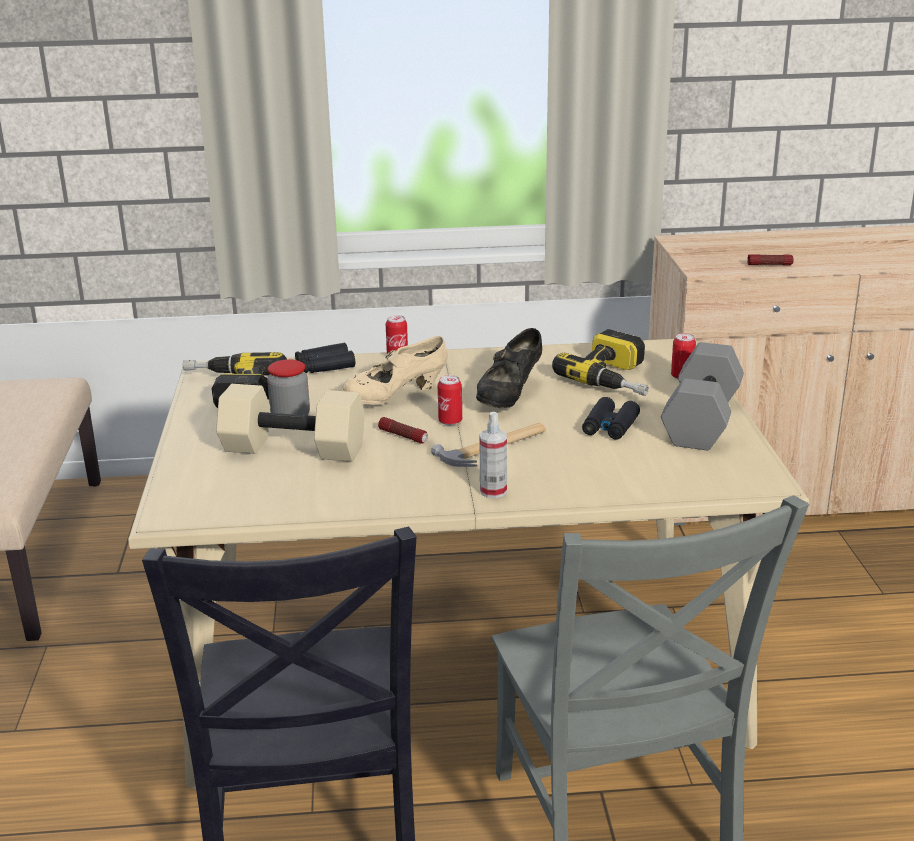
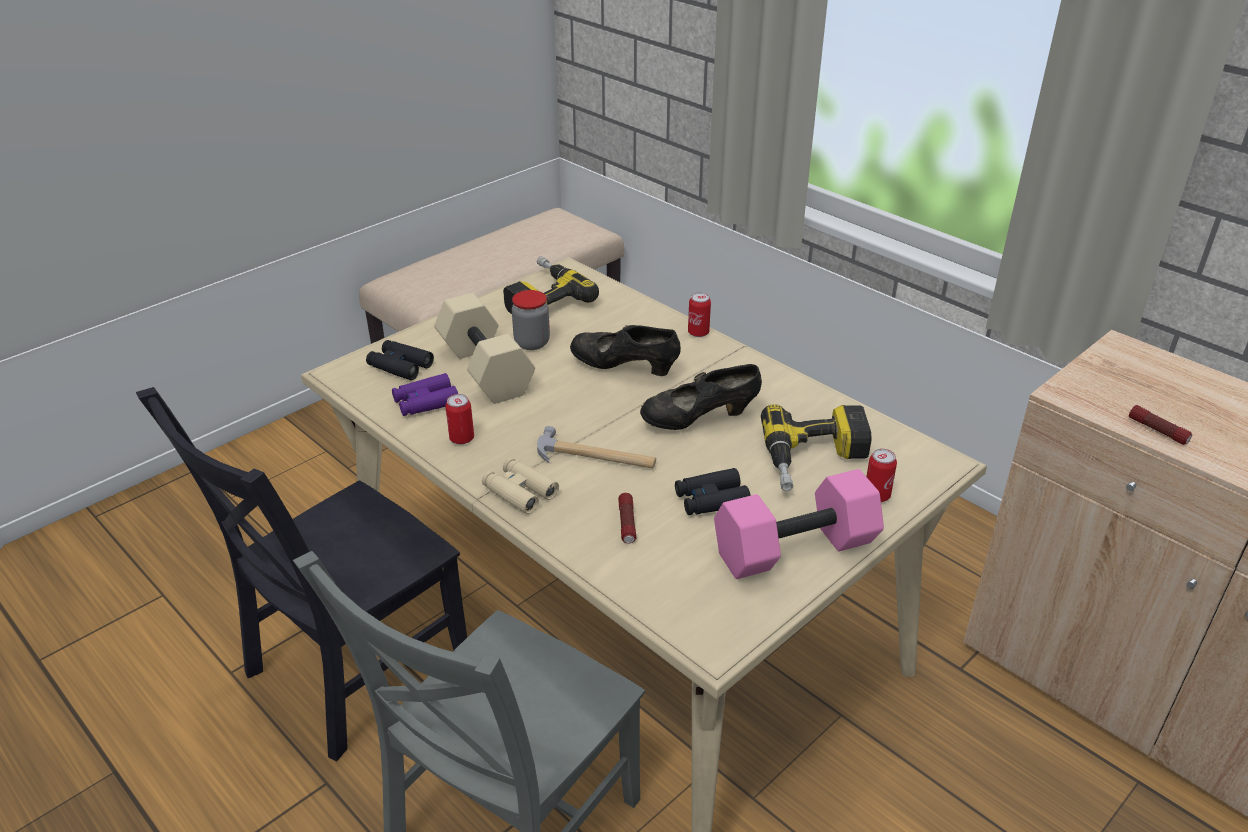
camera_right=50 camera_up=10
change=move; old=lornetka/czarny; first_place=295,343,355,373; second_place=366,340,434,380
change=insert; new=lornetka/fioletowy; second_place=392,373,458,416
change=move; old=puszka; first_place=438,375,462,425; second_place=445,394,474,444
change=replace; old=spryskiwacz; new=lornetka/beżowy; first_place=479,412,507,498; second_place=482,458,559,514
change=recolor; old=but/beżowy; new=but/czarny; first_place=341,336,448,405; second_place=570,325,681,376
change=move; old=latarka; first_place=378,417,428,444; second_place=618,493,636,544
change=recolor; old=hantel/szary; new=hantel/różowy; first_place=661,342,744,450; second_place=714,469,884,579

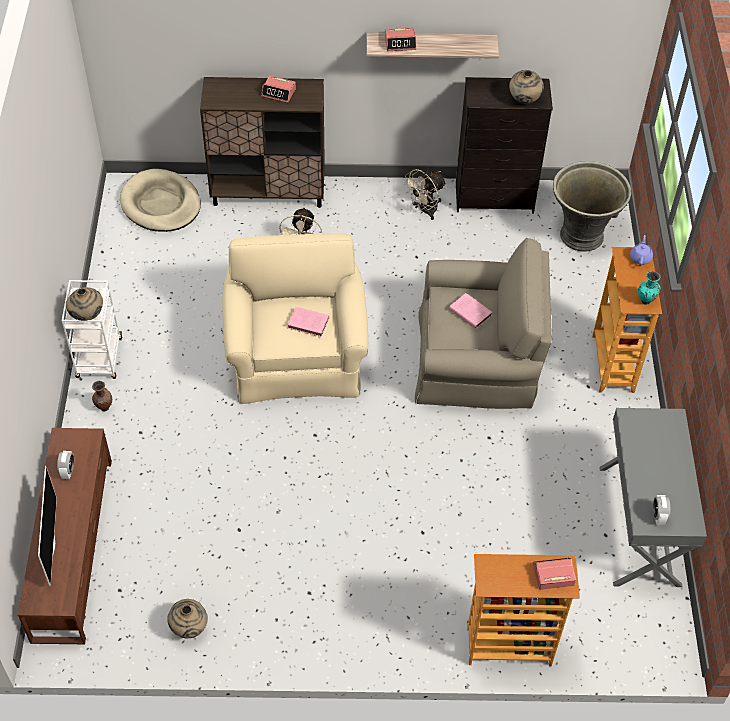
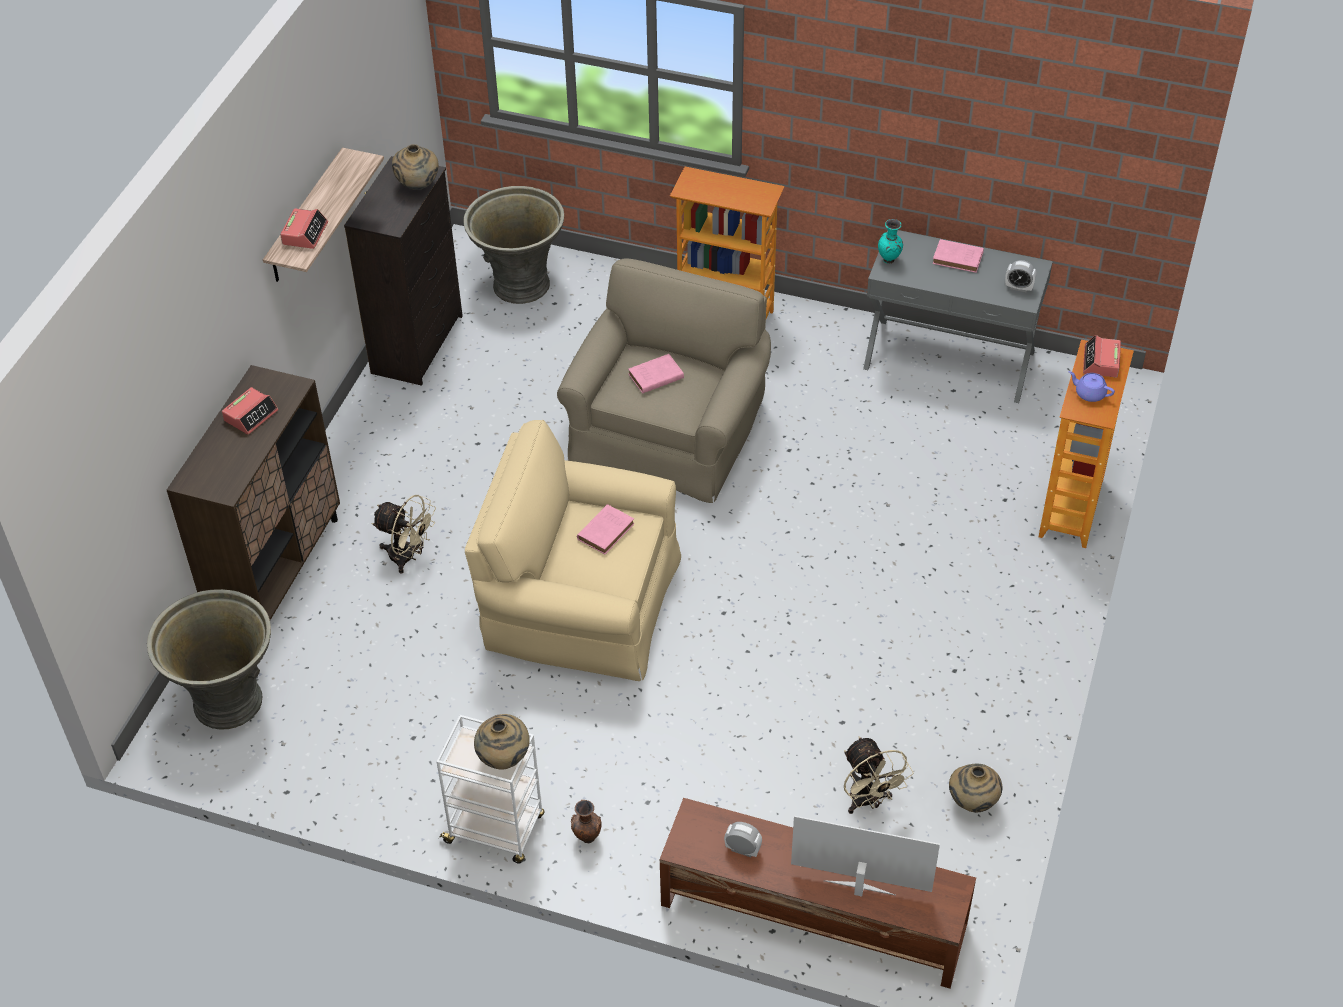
camera_right=-70 camera_up=-5
change=replace; old=legowisko/beżowy; new=donica/szary; first_place=120,169,201,232; second_place=147,589,271,729
change=move; old=wentylator/beżowy; first_place=403,169,447,220; second_place=844,736,914,814
change=move; old=wazon/turkusowy; first_place=638,271,660,305; second_place=878,219,903,264
change=insert; new=książka/różowy; second_place=932,239,984,273
change=move; old=imbryk/fioletowy; first_place=630,235,653,266; second_place=1069,371,1115,402

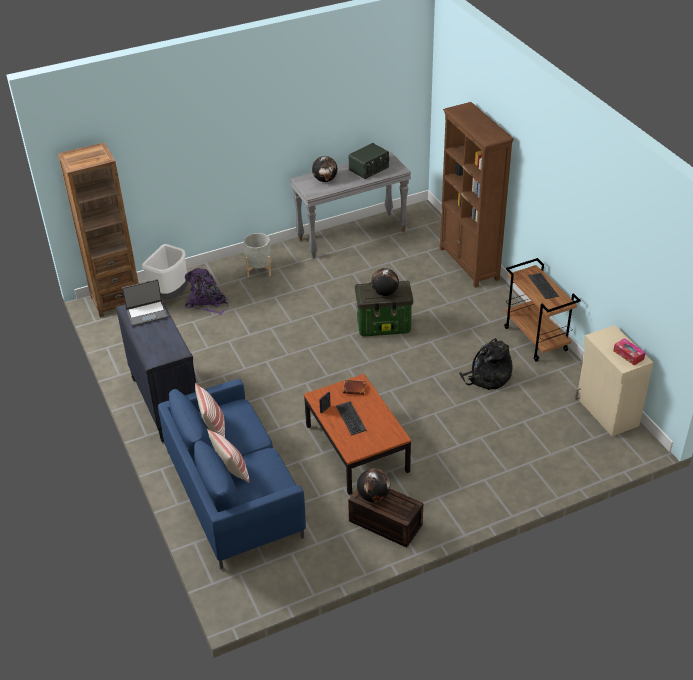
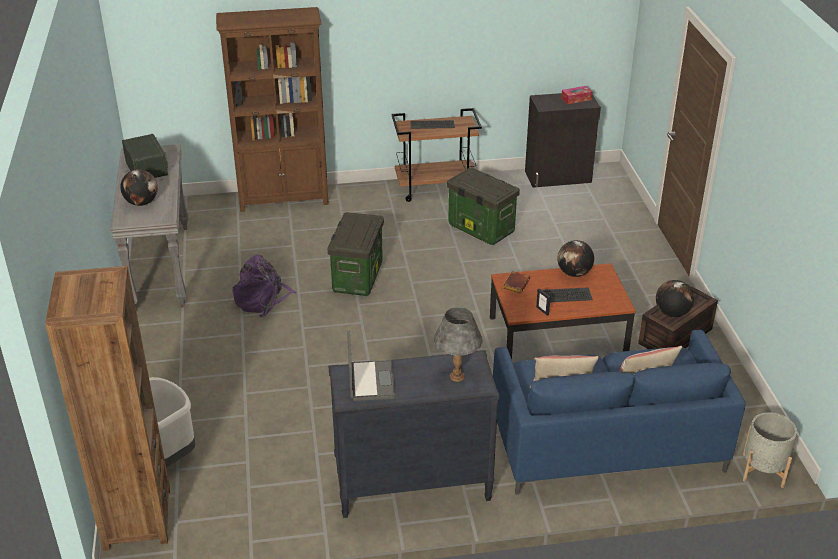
camera_right=-75 camera_up=-5
change=move; old=plecak/fioletowy; first_place=185,268,228,315; second_place=232,254,296,317
change=insert; new=lampa stołowa/szary; second_place=434,307,483,382
change=replace; old=plecak/czarny; new=pojemnik do przechowywania; first_place=459,338,513,390; second_place=447,168,520,245
change=recolor; old=szafka/beżowy; new=szafka/czarny; first_place=575,325,654,436; second_place=525,93,601,188
change=move; old=globus; first_place=371,268,399,296; second_place=557,240,594,277
change=move; old=donica/szary; first_place=244,233,271,277; second_place=743,412,797,488

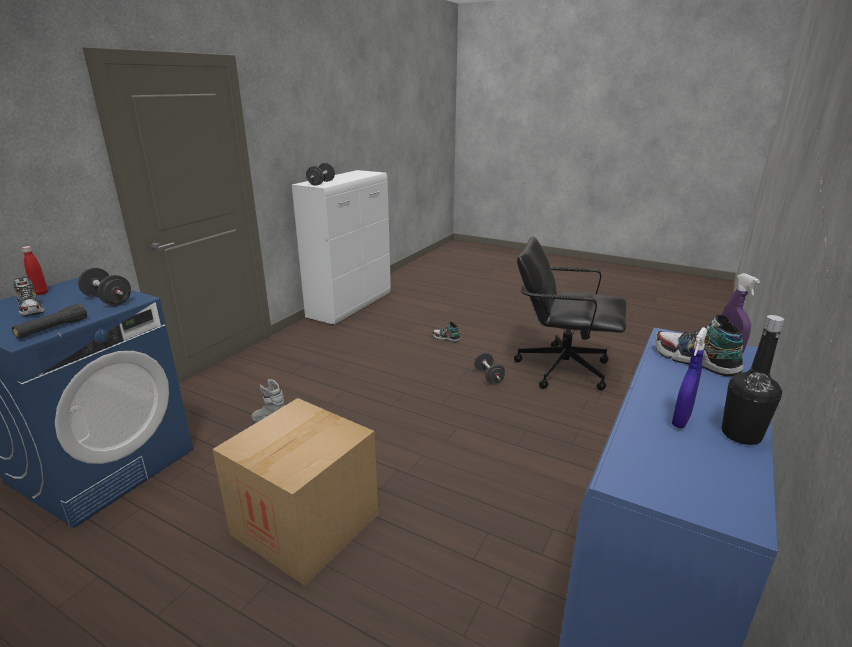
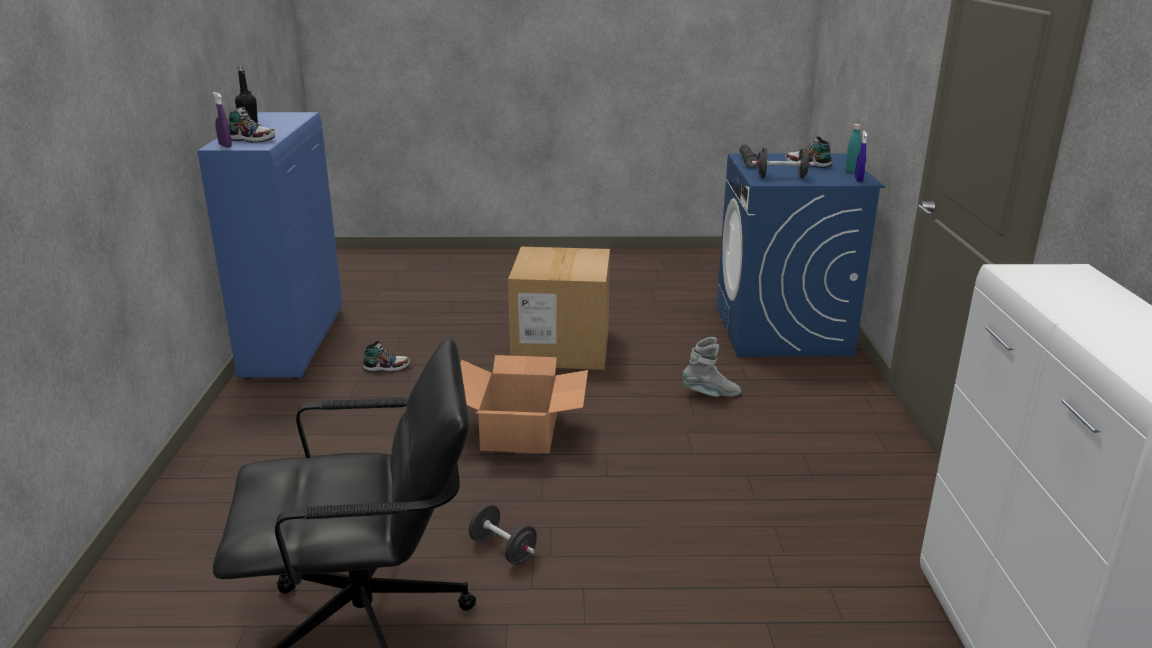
camera_right=150 camera_up=0
change=move; old=but; first_place=432,322,460,342; second_place=363,341,410,372
change=insert; new=karton; second_place=460,355,588,454
change=recolor; old=butelka/czerwony; new=butelka/turkusowy; first_place=22,246,48,295; second_place=845,124,861,173
change=move; old=spryskiwacz/niebieski; first_place=672,327,708,428; second_place=855,131,867,182
change=delete; old=hantel/czarny; first_place=306,163,335,186

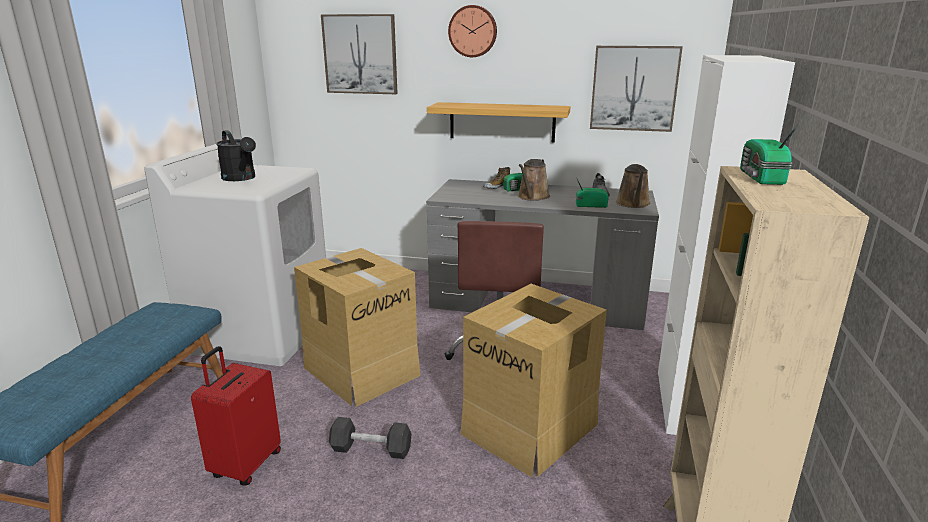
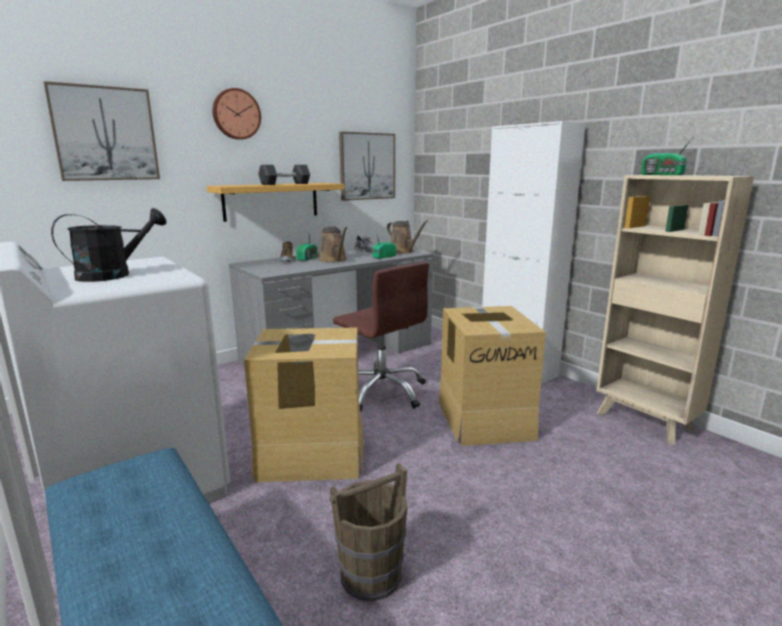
camera_right=-50 camera_up=-5
change=rotate; old=konewka/czarny; first_place=216,130,256,181; second_place=51,208,166,282; degrees=-45
change=move; old=hantel/czarny; first_place=329,417,412,459; second_place=258,165,310,185
change=replace; old=walizka/czerwony; new=wiadro/brązowy; first_place=191,346,281,486; second_place=329,463,408,602

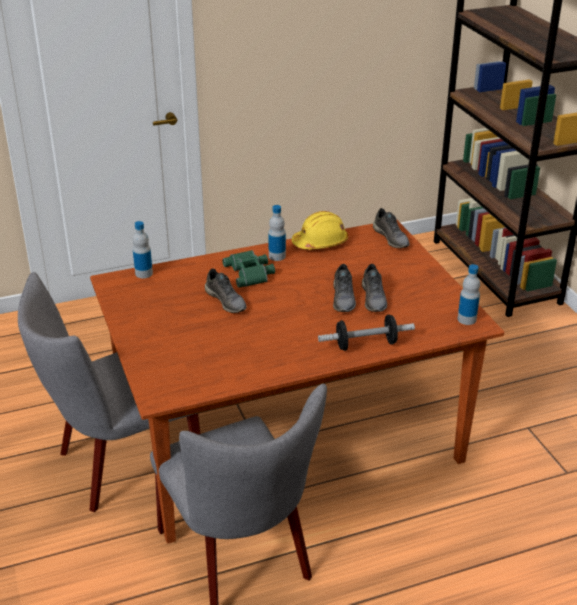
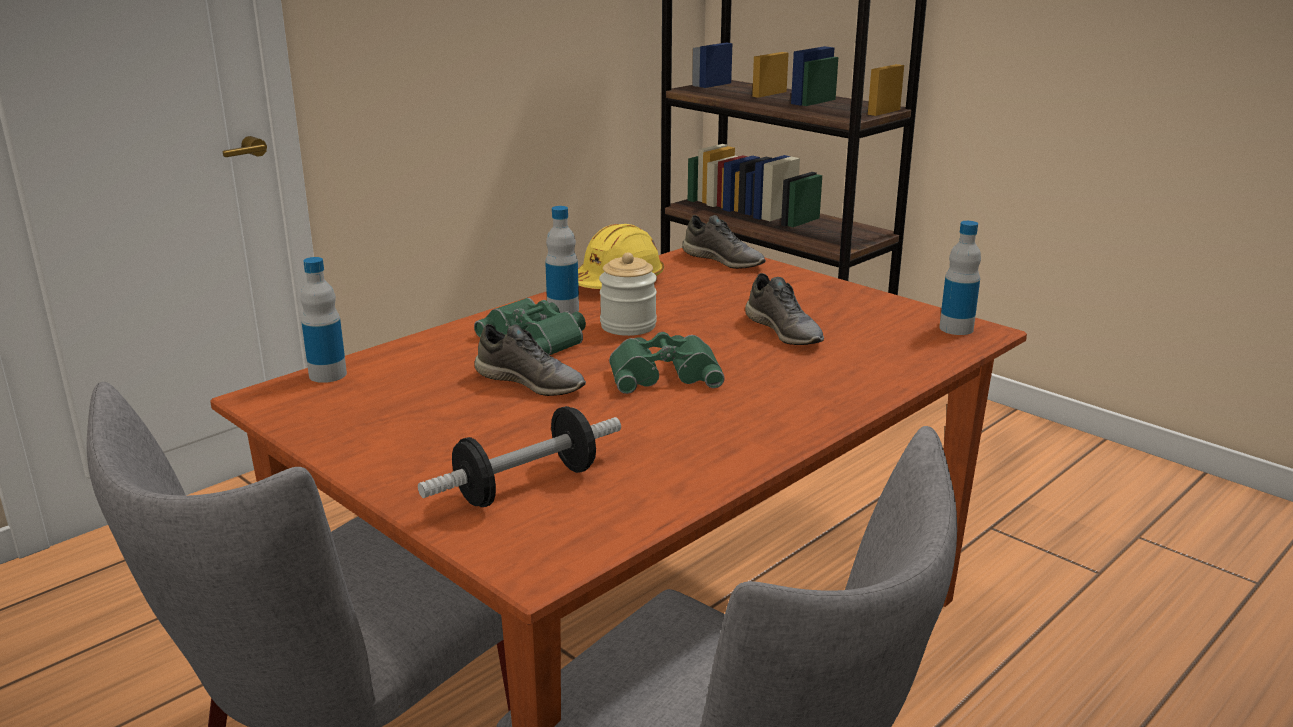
camera_right=-25 camera_up=-10
change=move; old=hantel; first_place=318,314,415,351; second_place=418,406,621,507
change=insert; new=słoik; second_place=599,252,657,336
change=insert; new=lornetka/zielony; second_place=609,332,725,394
change=delete; old=but/szary; first_place=333,264,356,312

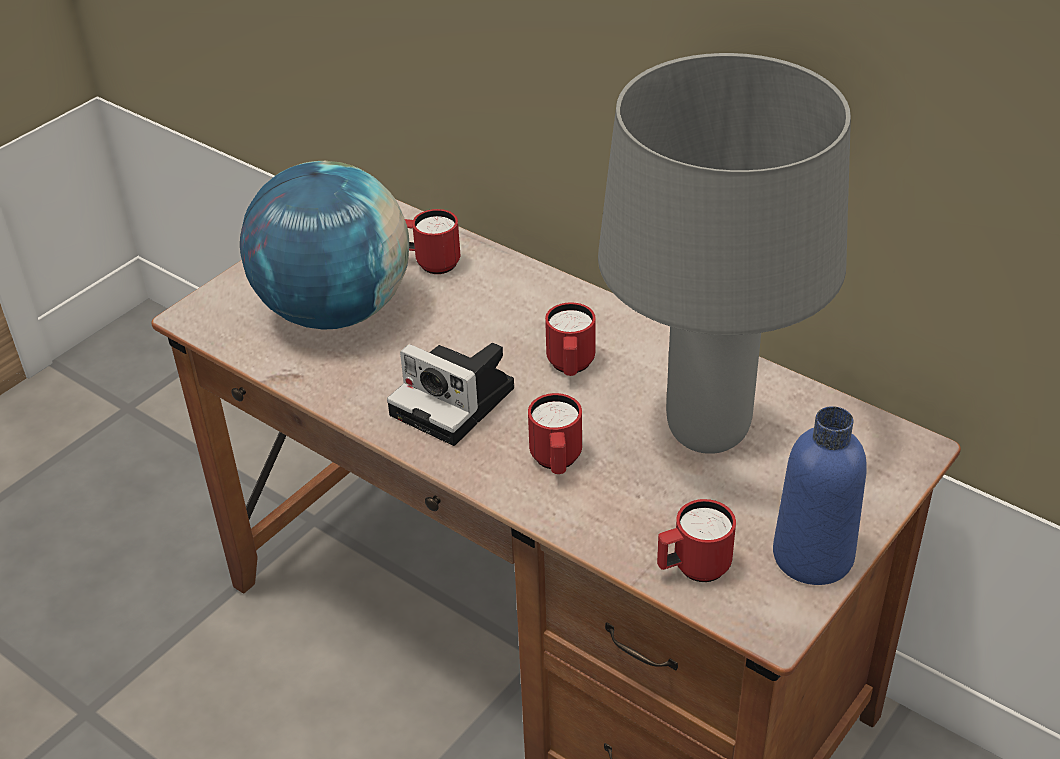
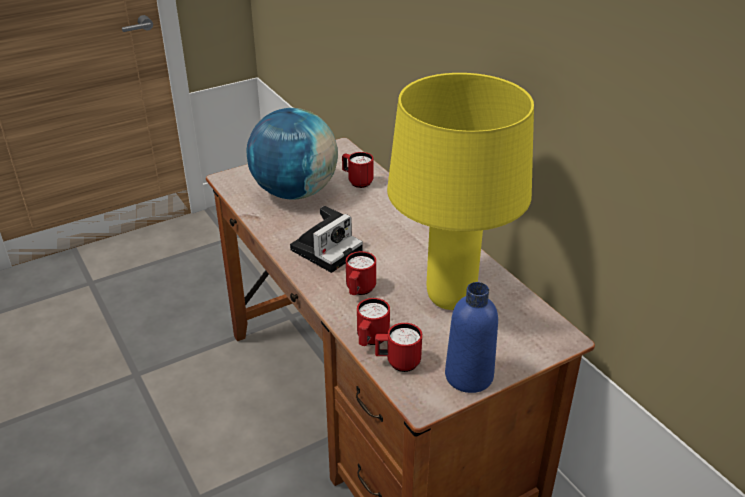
camera_right=20 camera_up=-5
change=rotate; old=aparat fotograficzny; first_place=387,342,514,446; second_place=290,206,363,273; degrees=-105
change=move; old=kubek/czerwony; first_place=545,302,596,376; second_place=357,298,390,346
change=recolor; old=lampa stołowa/szary; new=lampa stołowa/żółty; first_place=598,53,851,454; second_place=387,73,534,310

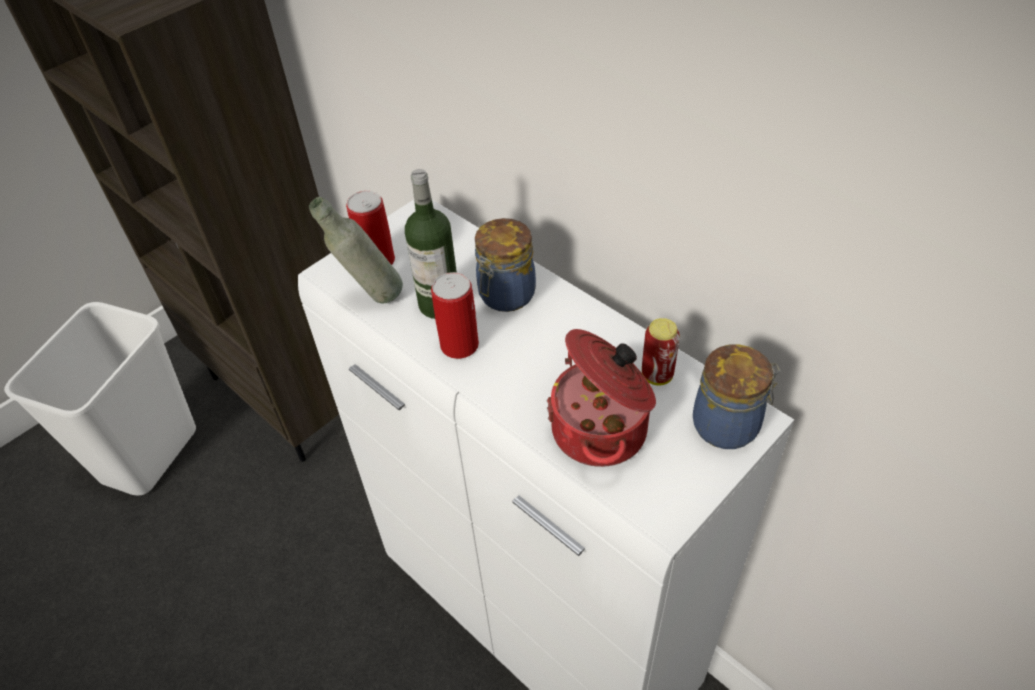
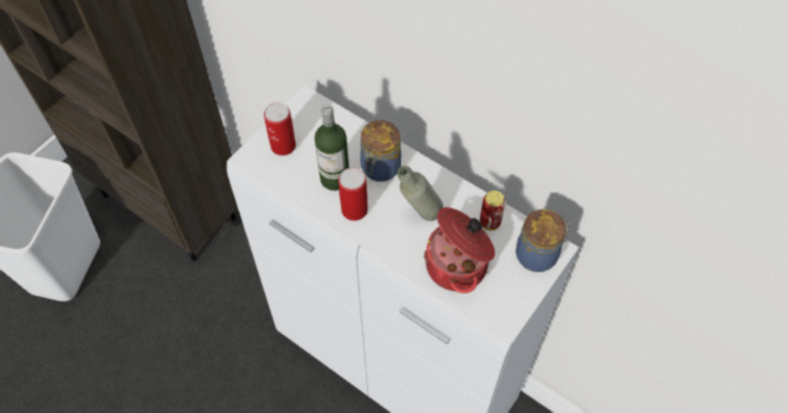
camera_right=-10 camera_up=10
change=move; old=butelka/szary; first_place=309,197,403,303; second_place=397,165,443,221

